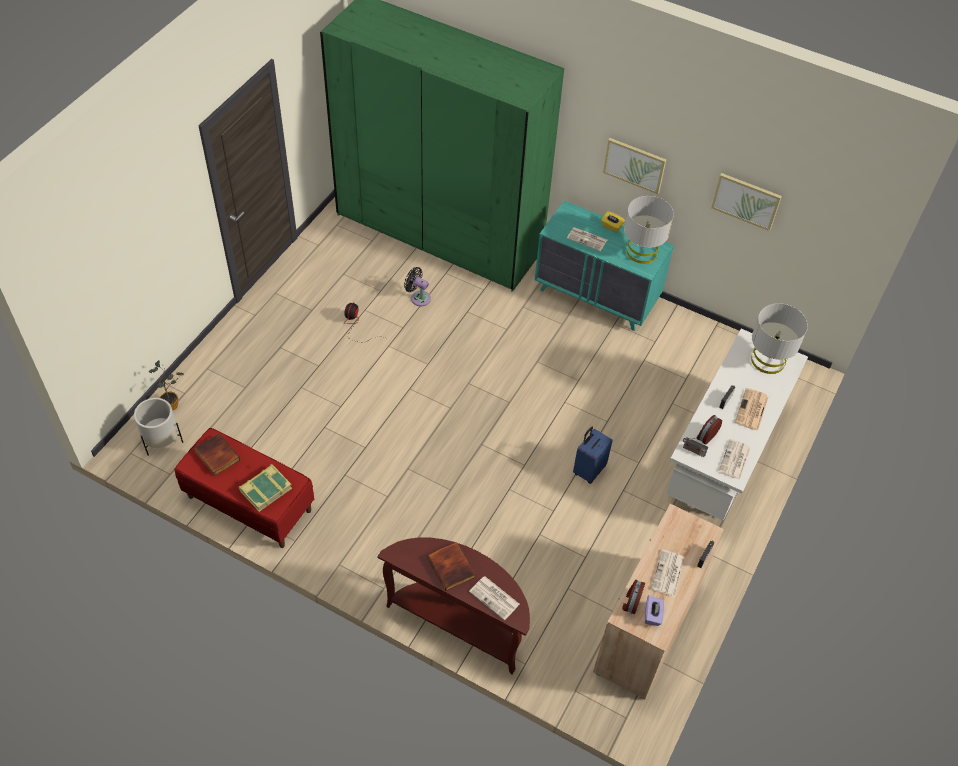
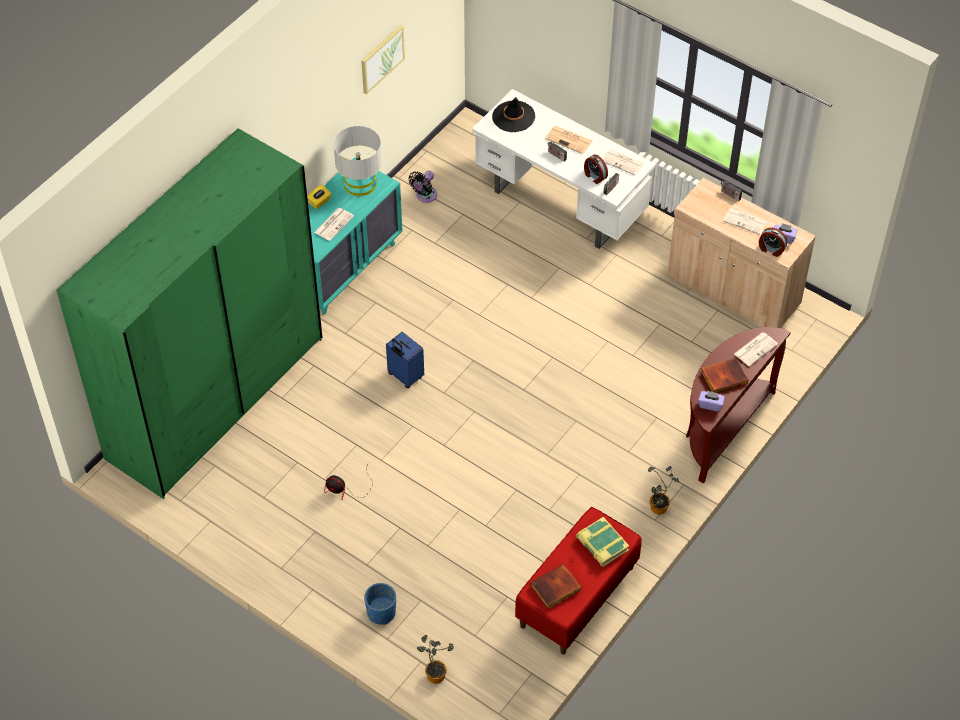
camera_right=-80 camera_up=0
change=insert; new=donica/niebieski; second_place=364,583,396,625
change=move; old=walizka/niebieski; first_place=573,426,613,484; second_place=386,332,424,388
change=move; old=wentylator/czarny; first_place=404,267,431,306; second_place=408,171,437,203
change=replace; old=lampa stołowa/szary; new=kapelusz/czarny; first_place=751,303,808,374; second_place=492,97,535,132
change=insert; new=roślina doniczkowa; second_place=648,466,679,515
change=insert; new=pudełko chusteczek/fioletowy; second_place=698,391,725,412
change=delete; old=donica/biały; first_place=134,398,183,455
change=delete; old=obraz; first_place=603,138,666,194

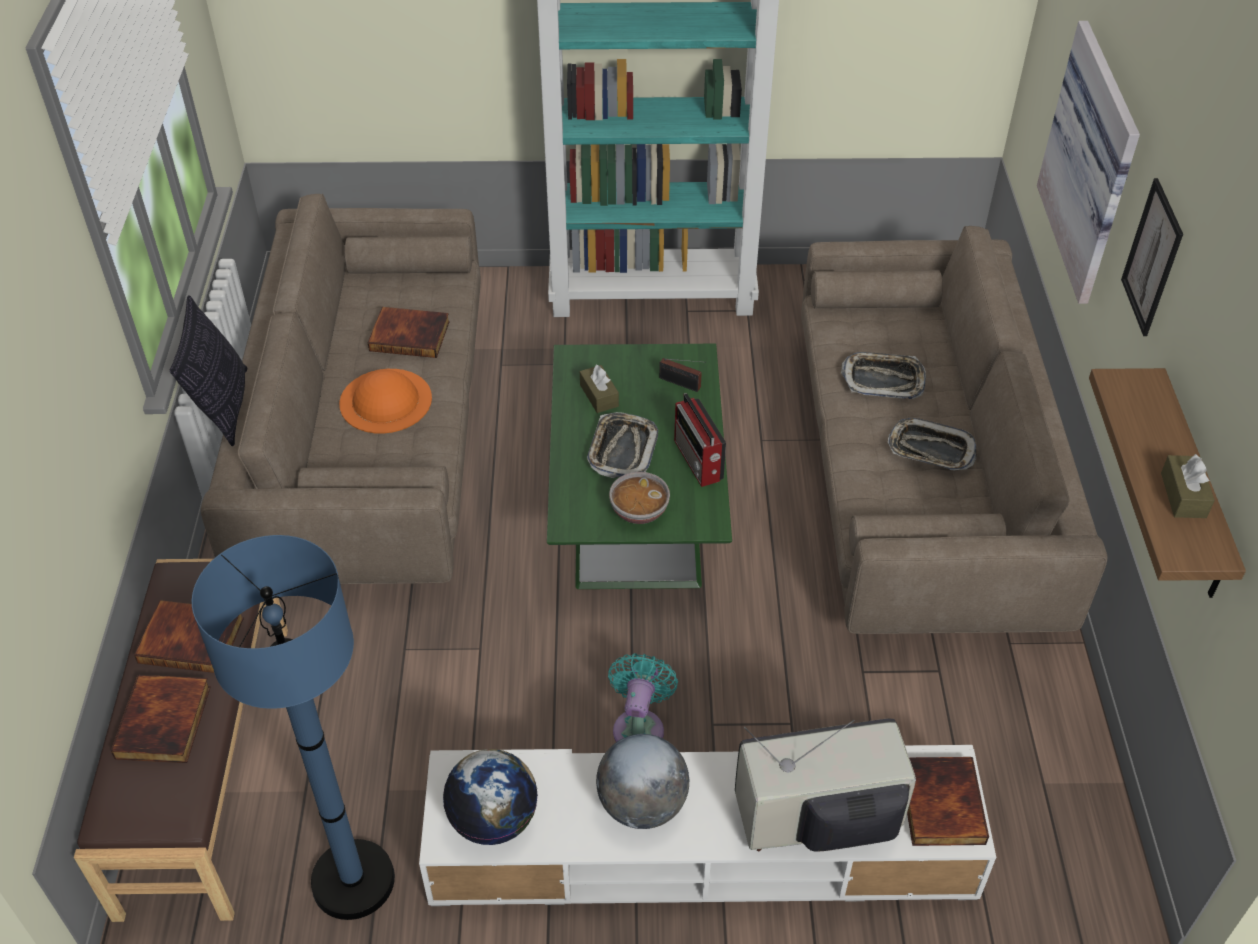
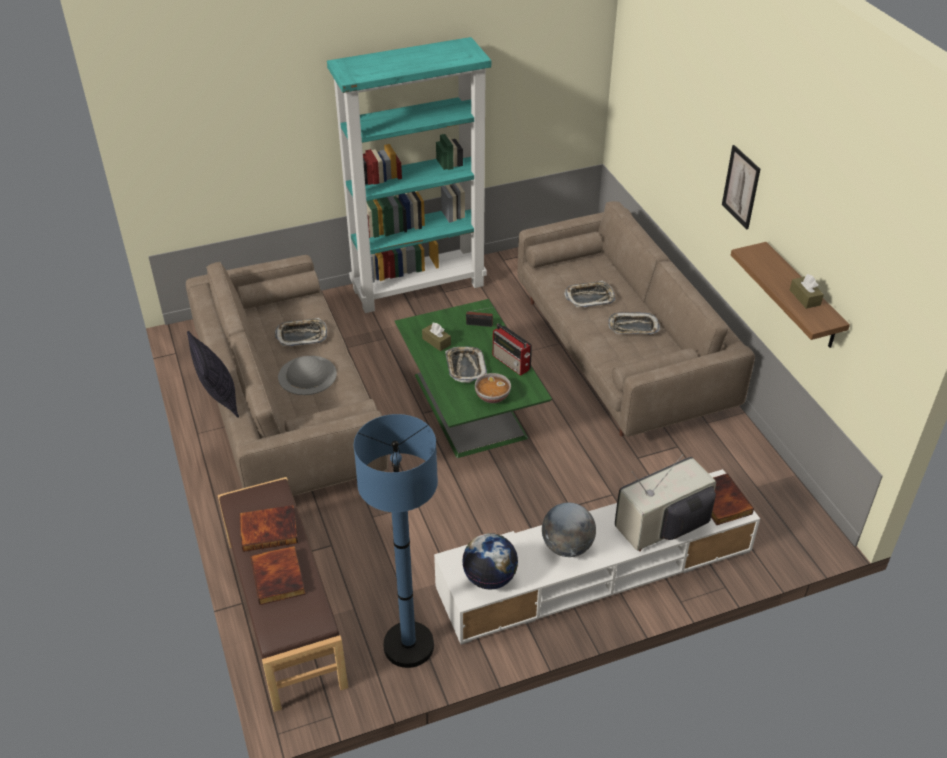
camera_right=-20 camera_up=-5
change=replace; old=książka; new=taca; first_place=367,307,450,358; second_place=275,318,327,346
change=recolor; old=kapelusz/pomarańczowy; new=kapelusz/szary; first_place=339,369,432,433; second_place=278,356,337,395
change=delete; old=wentylator/turkusowy; first_place=608,653,678,742
change=delete; old=obraz; first_place=1037,21,1140,304

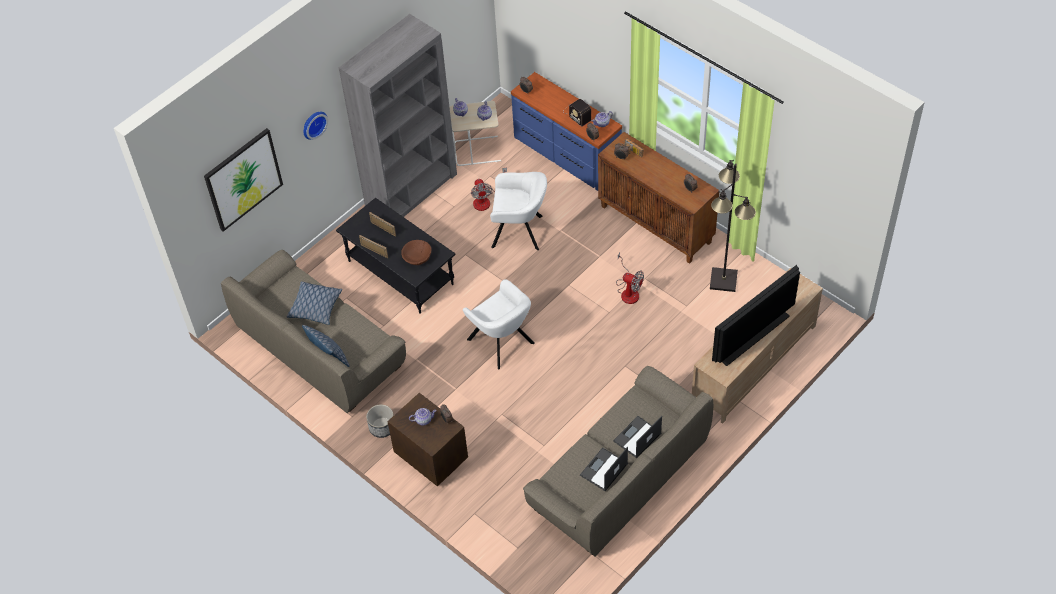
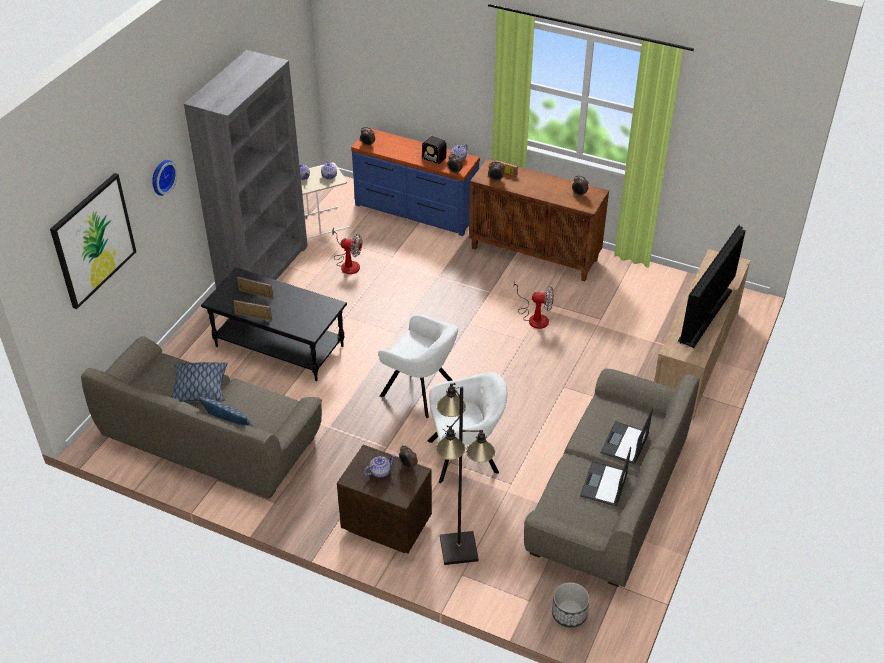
camera_right=-20 camera_up=-10
change=rotate; old=wentylator; first_place=471,167,507,211; second_place=332,227,362,274; degrees=-45
change=move; old=fotel/biały; first_place=490,172,547,250; second_place=428,372,507,483
change=move; old=lampa stojąca/czarny; first_place=710,160,756,292; second_place=436,382,495,565
change=move; old=donica; first_place=366,404,394,438; second_place=552,582,590,628
change=delete; old=miska/brązowy; first_place=401,240,431,265

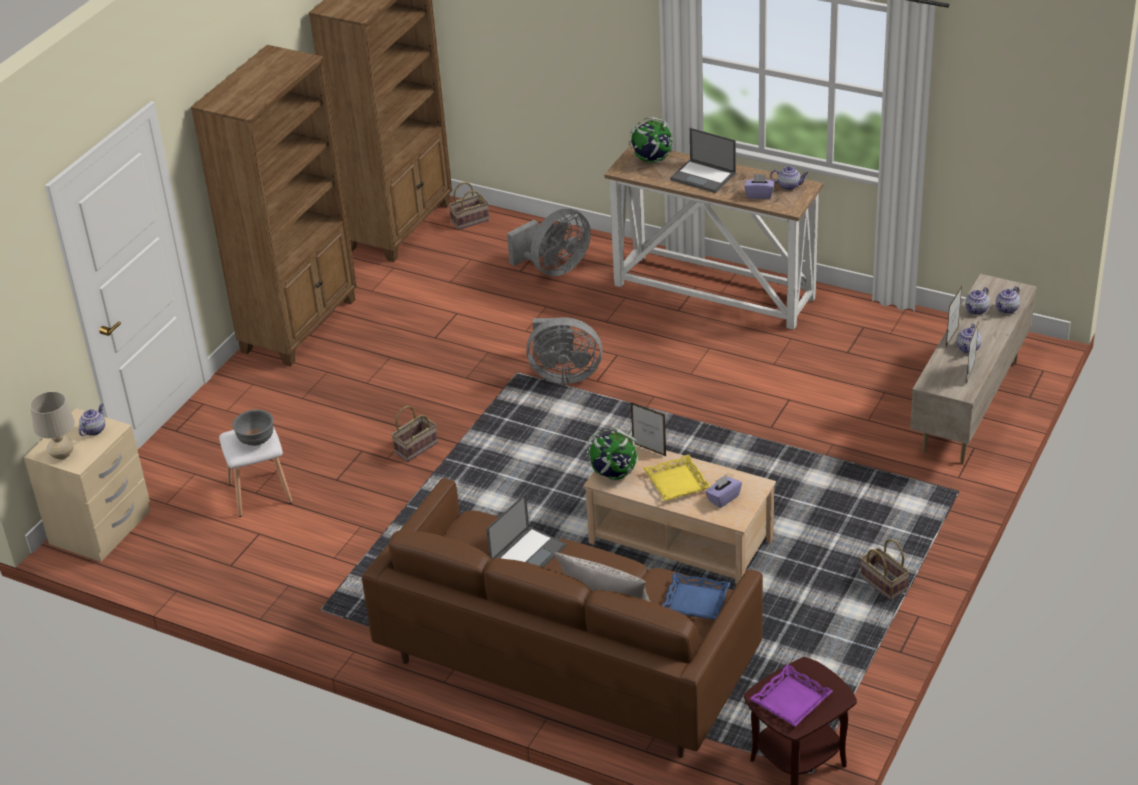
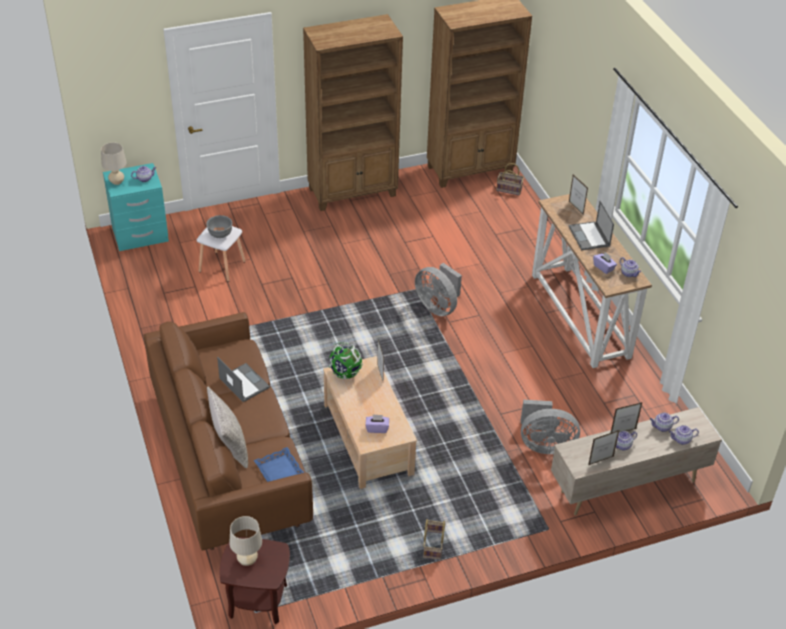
camera_right=40 camera_up=5
change=recolor; old=szafka nocna/beżowy; new=szafka nocna/turkusowy; first_place=24,408,150,562; second_place=103,163,169,251
change=rotate; old=laptop; first_place=486,493,567,567; second_place=217,357,270,402; degrees=-120
change=replace; old=taca/fioletowy; new=lampa stołowa/beżowy; first_place=750,664,833,727; second_place=229,516,262,566
change=move; old=wentylator/szary; first_place=507,209,591,276; second_place=521,400,580,454
change=replace; old=globus; new=ramka na zdjęcie; first_place=628,117,673,163; second_place=569,175,588,215
change=delete; old=koszyk; first_place=391,406,438,462
change=delete; old=taca/żółty; first_place=643,455,711,501

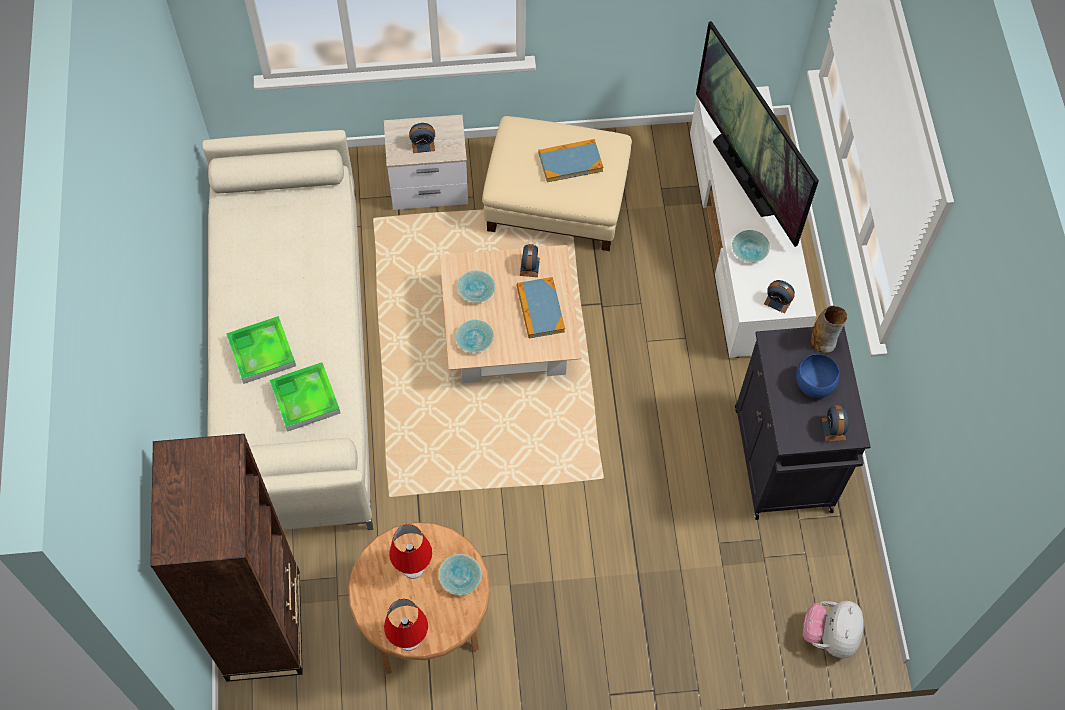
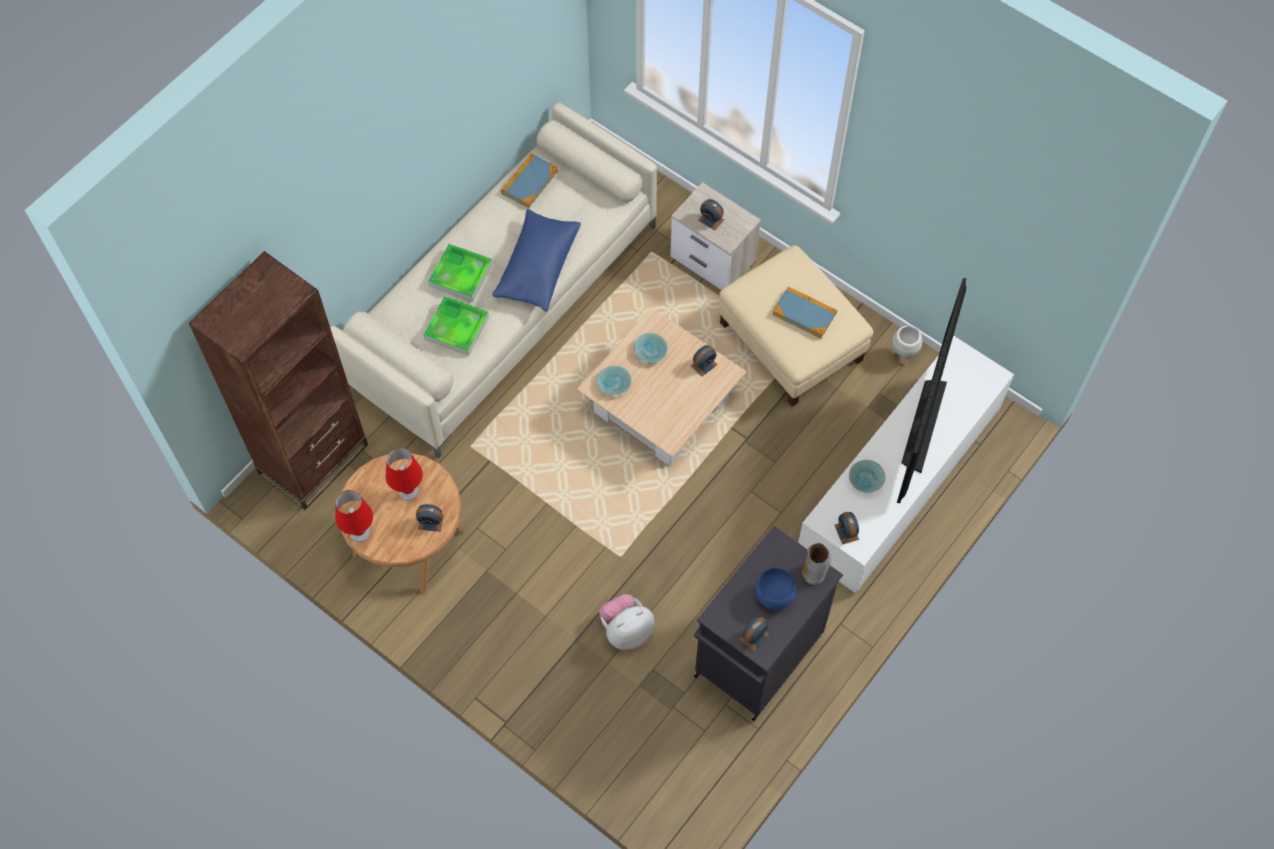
camera_right=45 camera_up=0
change=replace; old=miska/turkusowy; new=budzik; first_place=439,554,482,595; second_place=416,504,444,532
change=insert; new=poduszka/niebieski; second_place=492,209,581,312
change=move; old=książka; first_place=516,277,565,338; second_place=501,153,558,208
change=move; old=pluszak; first_place=803,601,864,658; second_place=599,594,654,650
change=insert; new=donica/biały; second_place=892,325,922,366

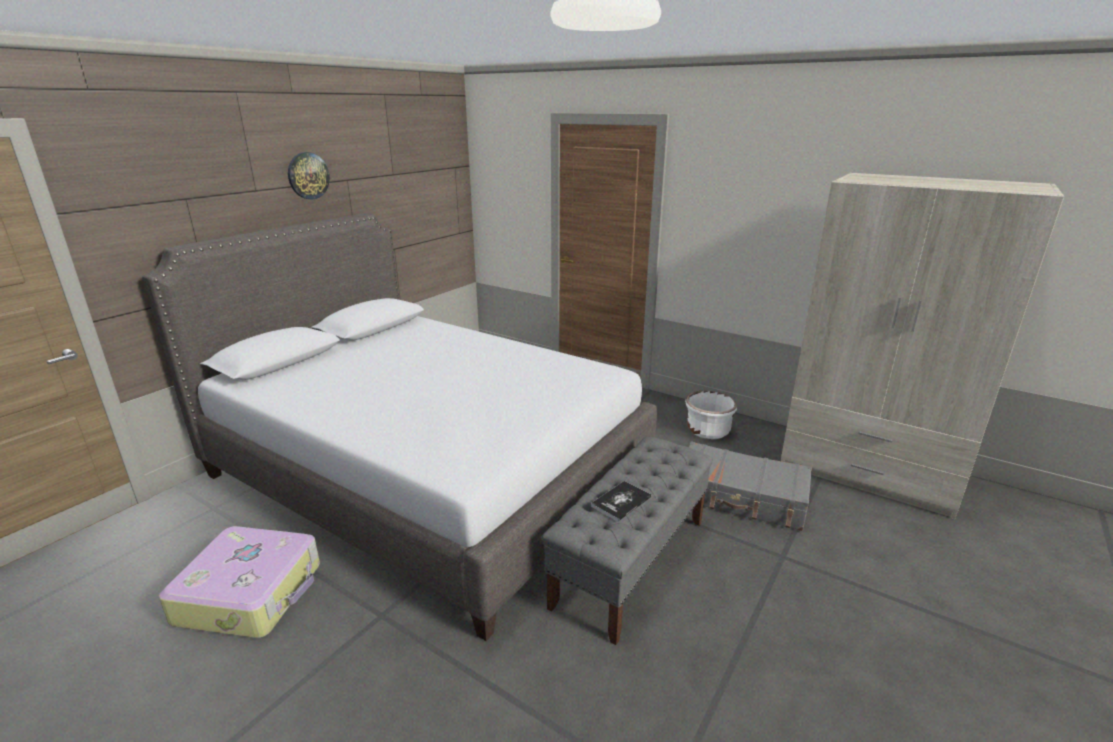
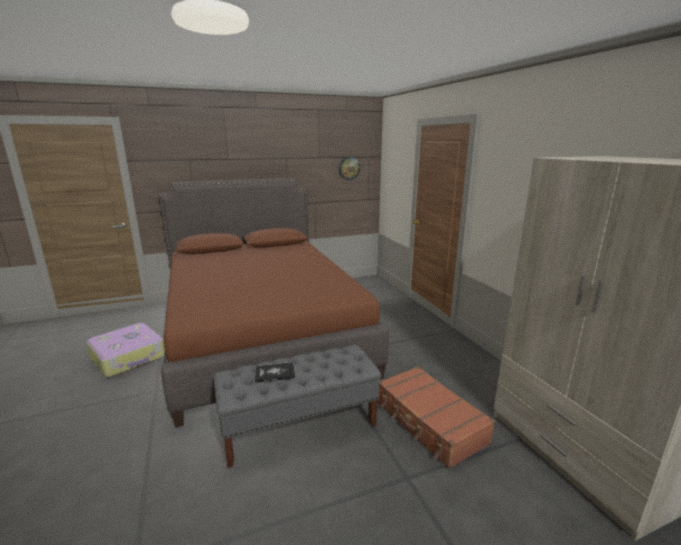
camera_right=35 camera_up=-5
change=recolor; old=łóżko/szary; new=łóżko/brązowy; first_place=142,213,657,641; second_place=159,178,389,428
change=move; old=zegar ścienny; first_place=288,152,330,199; second_place=339,157,360,180
change=recolor; old=walizka/szary; new=walizka/brązowy; first_place=689,441,812,531; second_place=377,366,495,469
change=delete; old=donica/biały; first_place=685,391,737,439

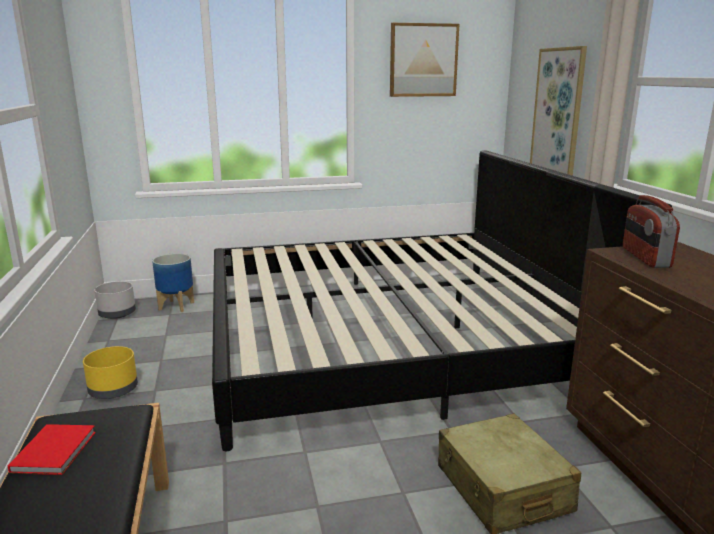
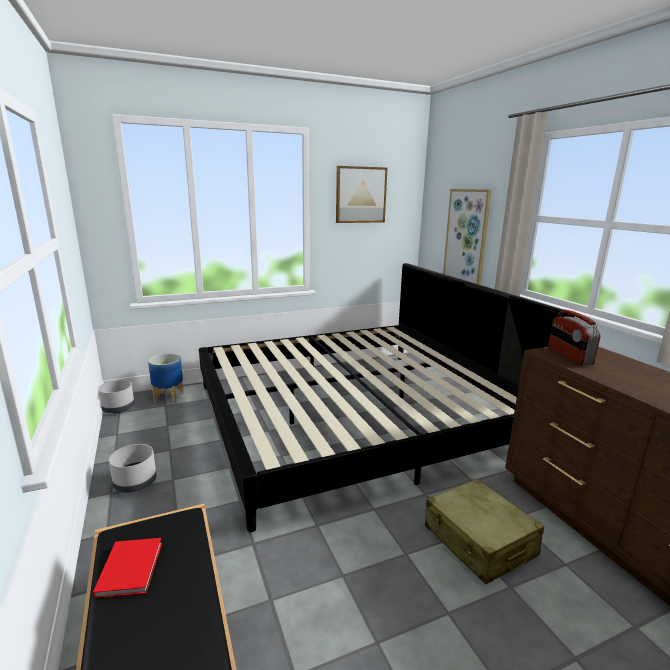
camera_right=-10 camera_up=0
change=recolor; old=donica/żółty; new=donica/szary; first_place=83,346,138,399; second_place=109,444,157,493

